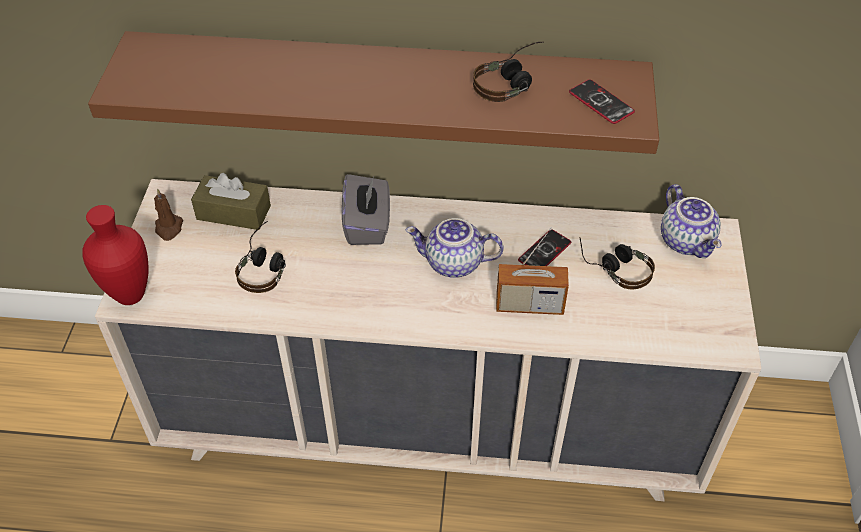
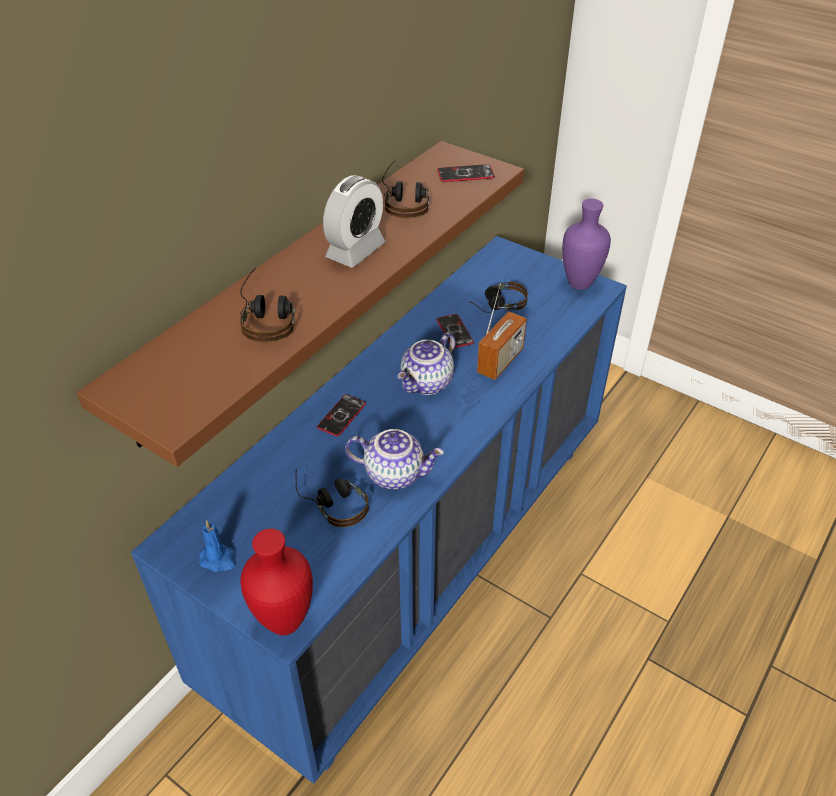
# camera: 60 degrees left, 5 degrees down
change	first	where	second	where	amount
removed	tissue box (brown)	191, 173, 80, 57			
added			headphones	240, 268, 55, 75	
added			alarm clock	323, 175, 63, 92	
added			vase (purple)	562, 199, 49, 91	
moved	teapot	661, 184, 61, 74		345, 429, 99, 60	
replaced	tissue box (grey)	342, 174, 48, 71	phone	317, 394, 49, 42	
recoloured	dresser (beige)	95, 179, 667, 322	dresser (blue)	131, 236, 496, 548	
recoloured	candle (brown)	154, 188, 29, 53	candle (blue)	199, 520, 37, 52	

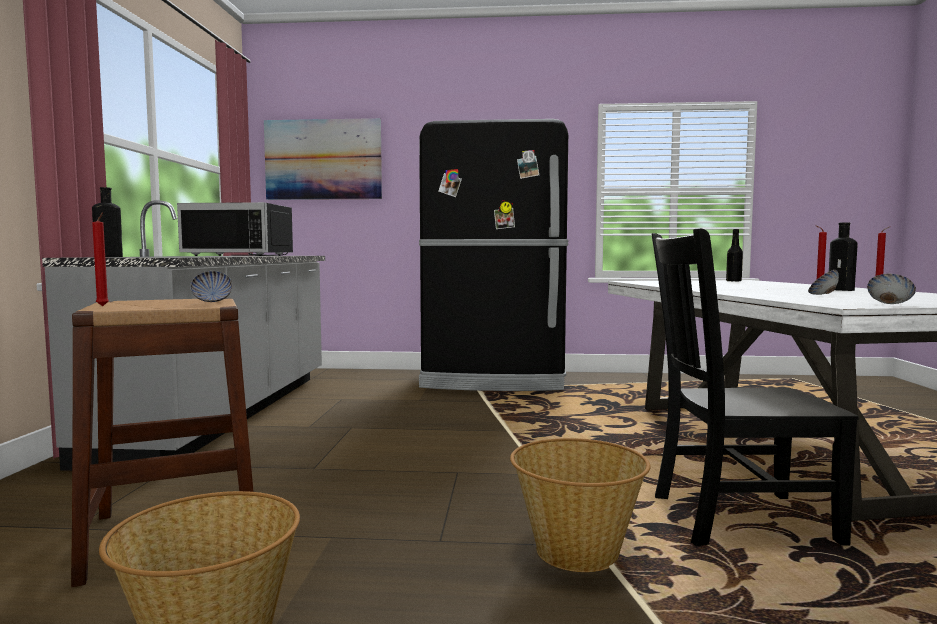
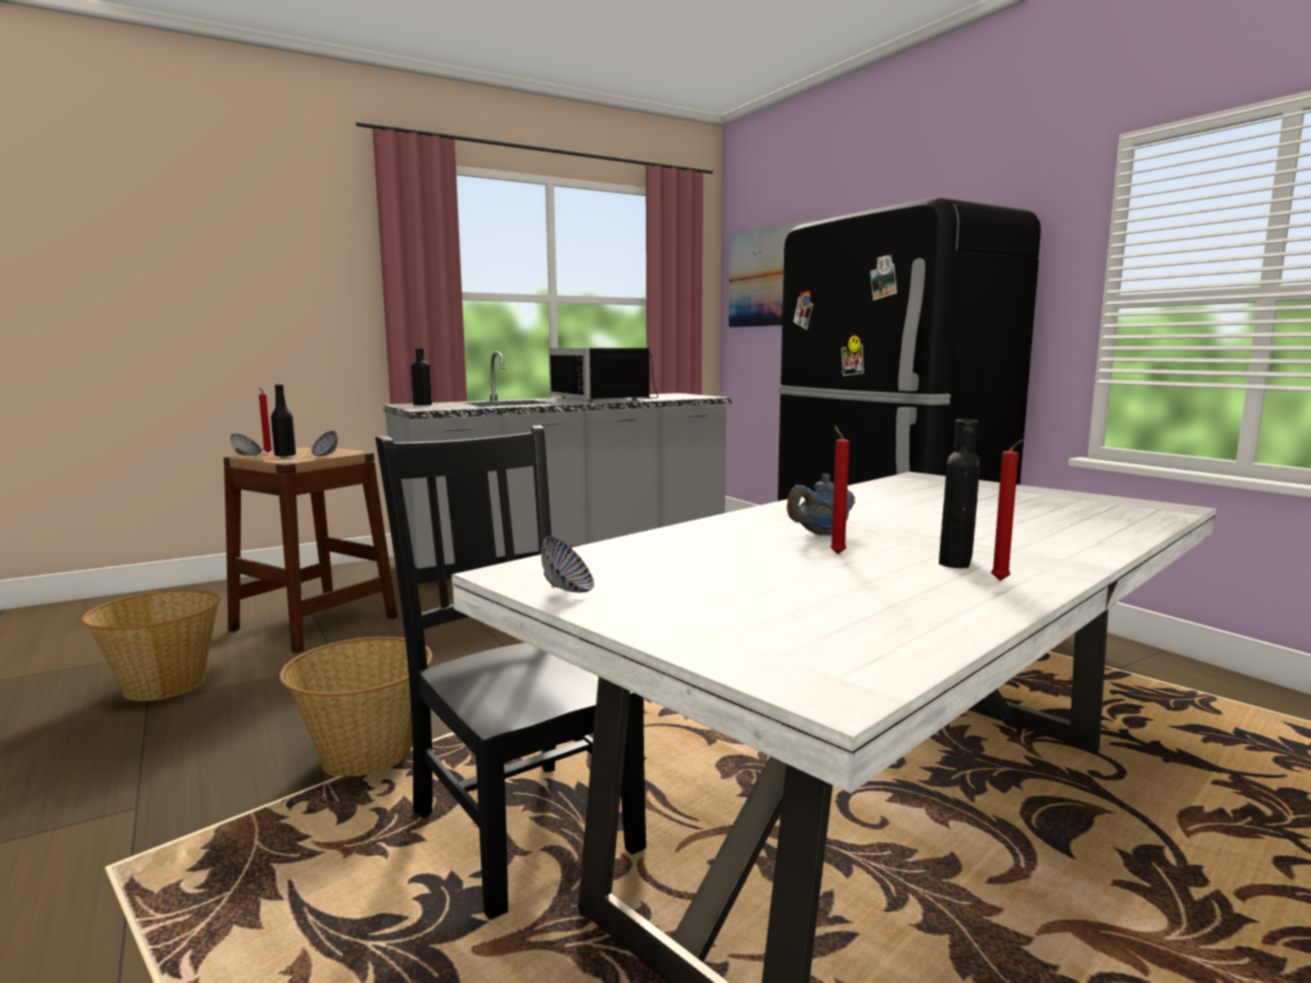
# camera: 55 degrees right, 5 degrees up
change	first	where	second	where	amount
added			teapot (blue)	787, 474, 68, 62	
moved	bottle (black)	726, 229, 17, 53		271, 384, 25, 72	
moved	bowl	808, 270, 31, 25		230, 433, 32, 23	

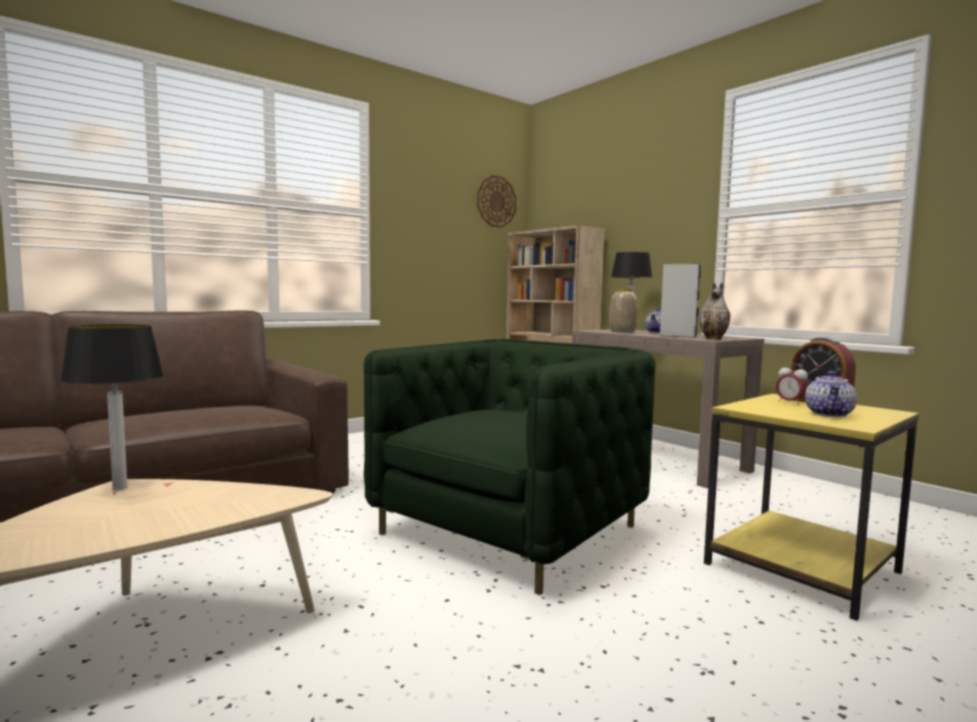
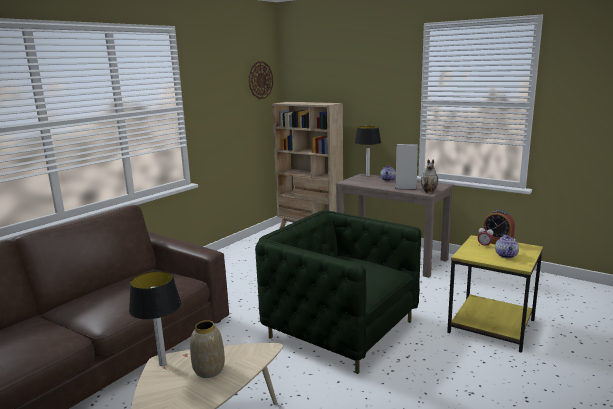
# camera: 15 degrees left, 10 degrees up
change	first	where	second	where	amount
moved	vase	609, 288, 29, 45		190, 320, 35, 58	
turned	armchair (green)	364, 339, 291, 256		255, 211, 166, 163	75 degrees counterclockwise

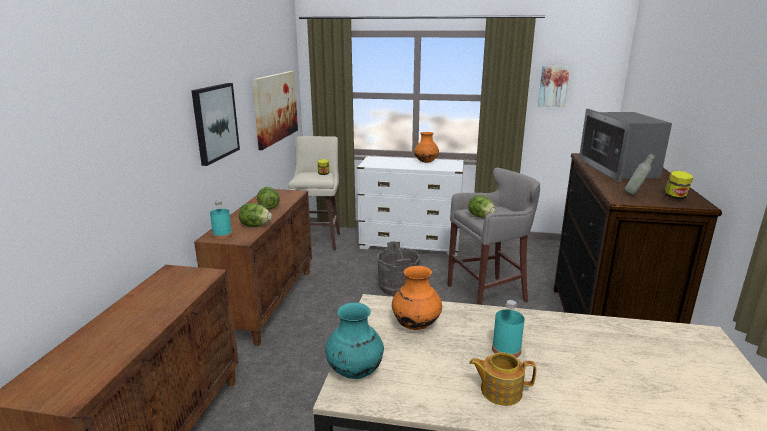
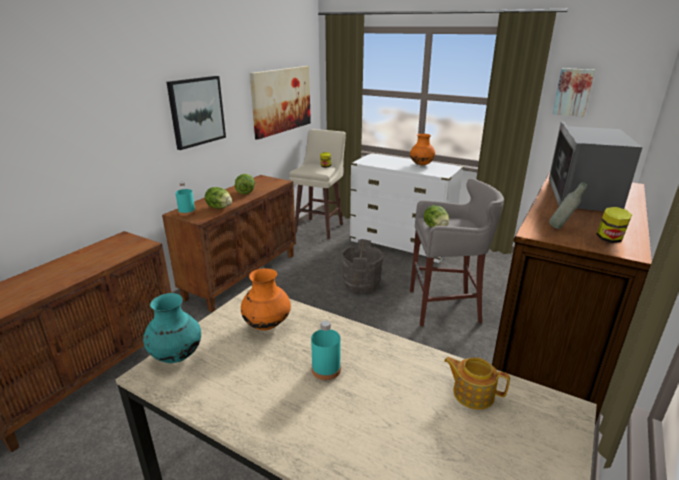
# camera: 20 degrees right, 5 degrees up
change	first	where	second	where	amount
moved	teapot	469, 352, 67, 54		444, 357, 66, 53	

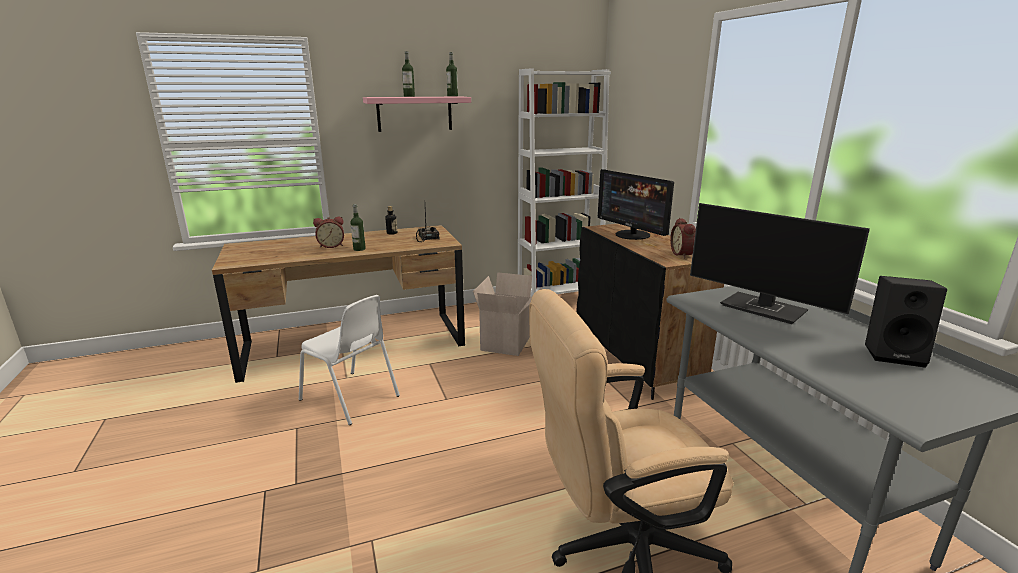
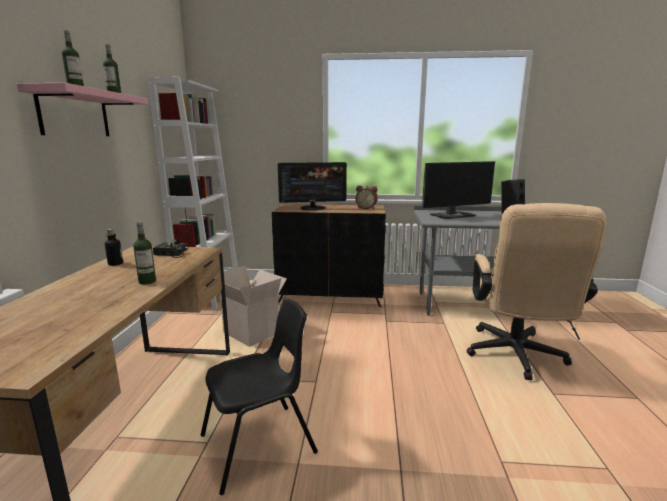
# camera: 65 degrees left, 5 degrees down
change	first	where	second	where	amount
removed	alarm clock	313, 217, 31, 31			
recoloured	chair (white)	299, 295, 101, 130	chair (black)	201, 298, 117, 197	

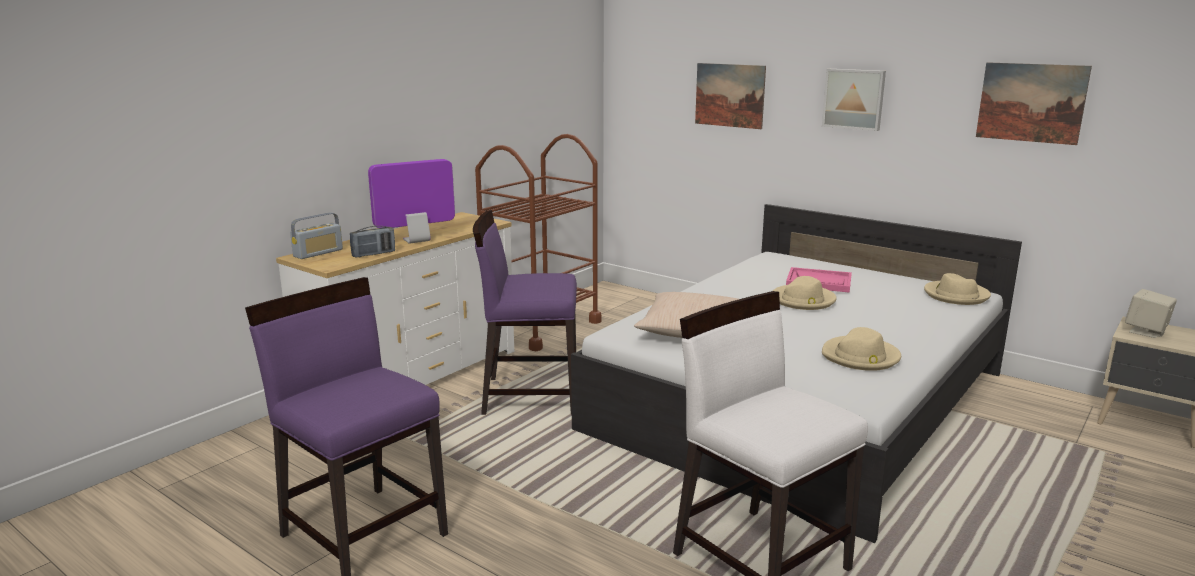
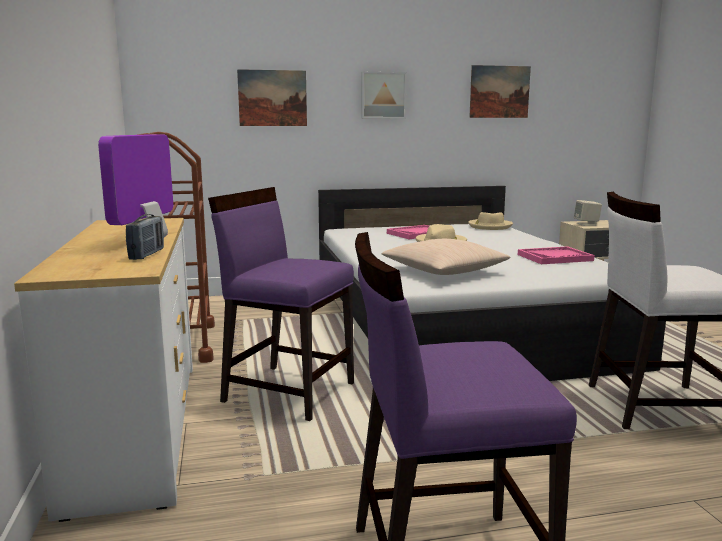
# camera: 50 degrees left, 5 degrees down
change	first	where	second	where	amount
removed	radio	290, 212, 53, 47			
replaced	hat (beige)	822, 327, 79, 44	tray (pink)	518, 246, 77, 18	
turned	chair (purple)	473, 210, 104, 205		208, 187, 146, 234	75 degrees clockwise

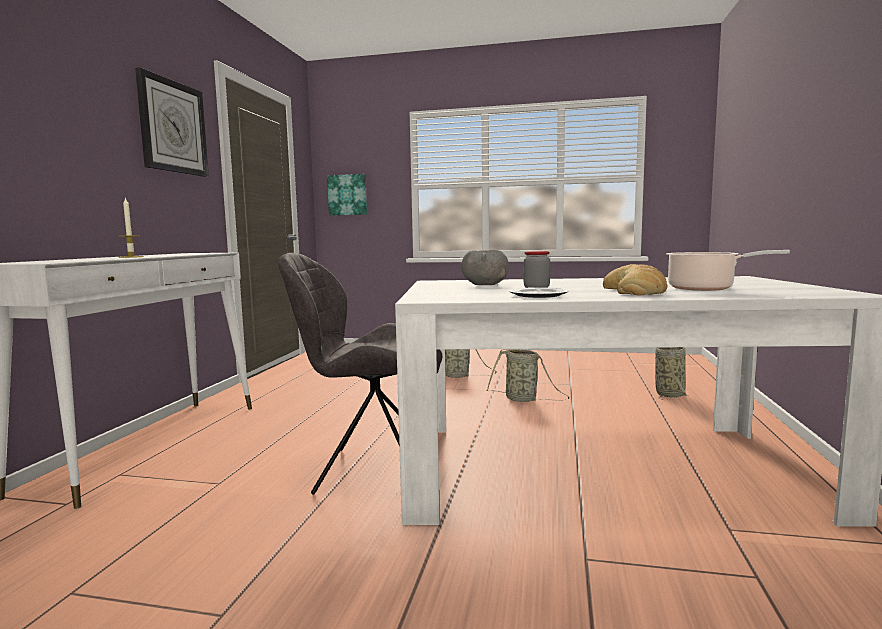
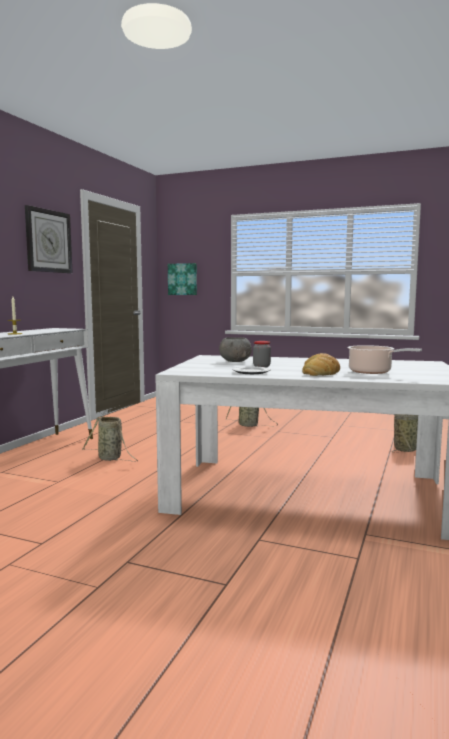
# camera: 10 degrees right, 0 degrees up
change	first	where	second	where	amount
removed	chair (grey)	278, 253, 164, 242			
moved	basket	487, 349, 83, 53		82, 416, 56, 46	

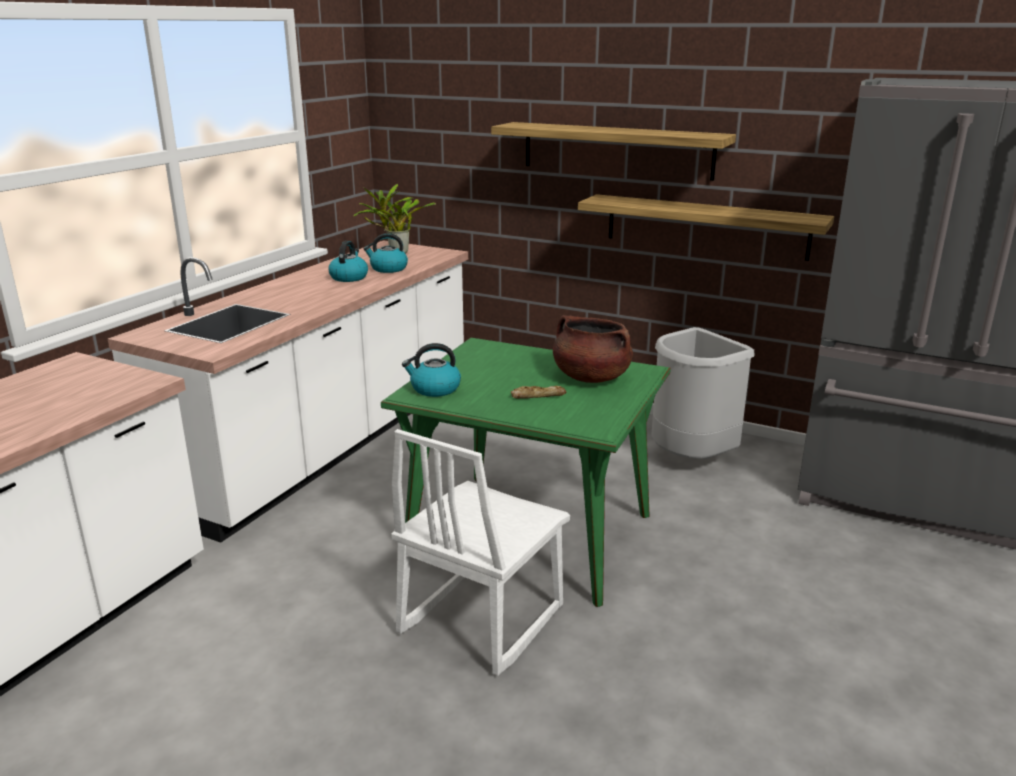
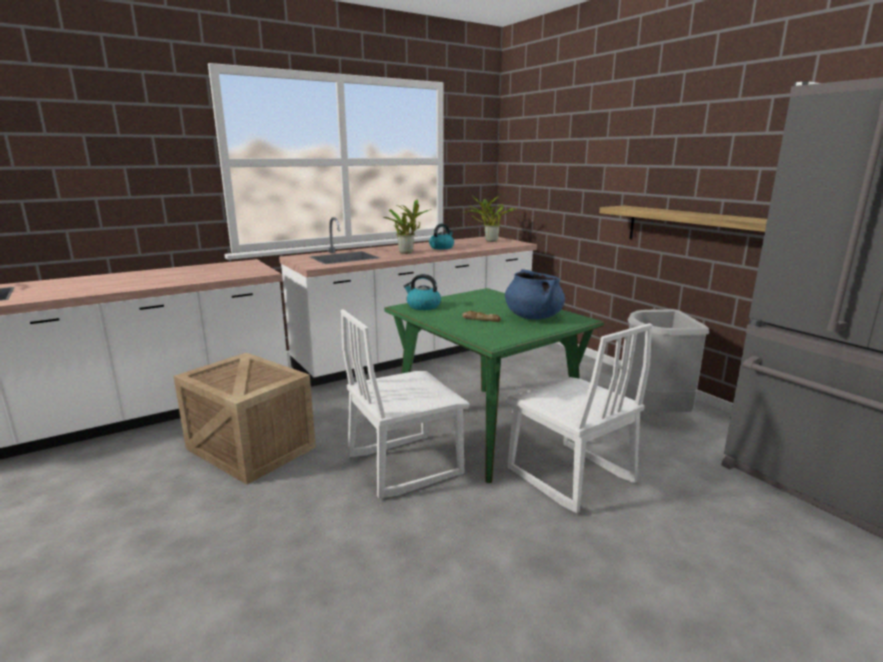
# camera: 30 degrees right, 5 degrees down
change	first	where	second	where	amount
removed	kettle	363, 233, 45, 40			
removed	shelf	491, 122, 245, 59			
added			crate	174, 353, 142, 131	
added			potted plant	383, 200, 48, 54	
added			chair (white)	507, 323, 145, 190	
recoloured	cooking pot (brown)	553, 315, 80, 68	cooking pot (blue)	505, 269, 60, 50	

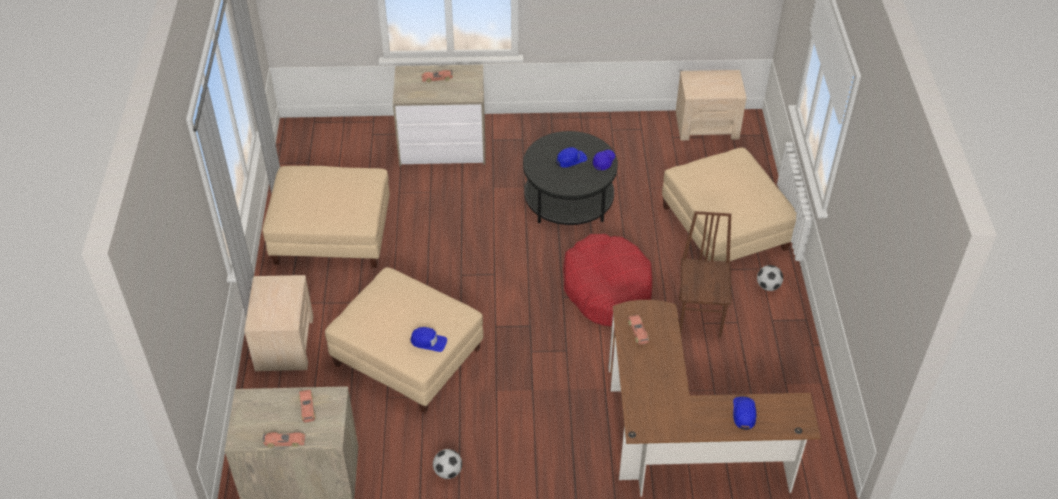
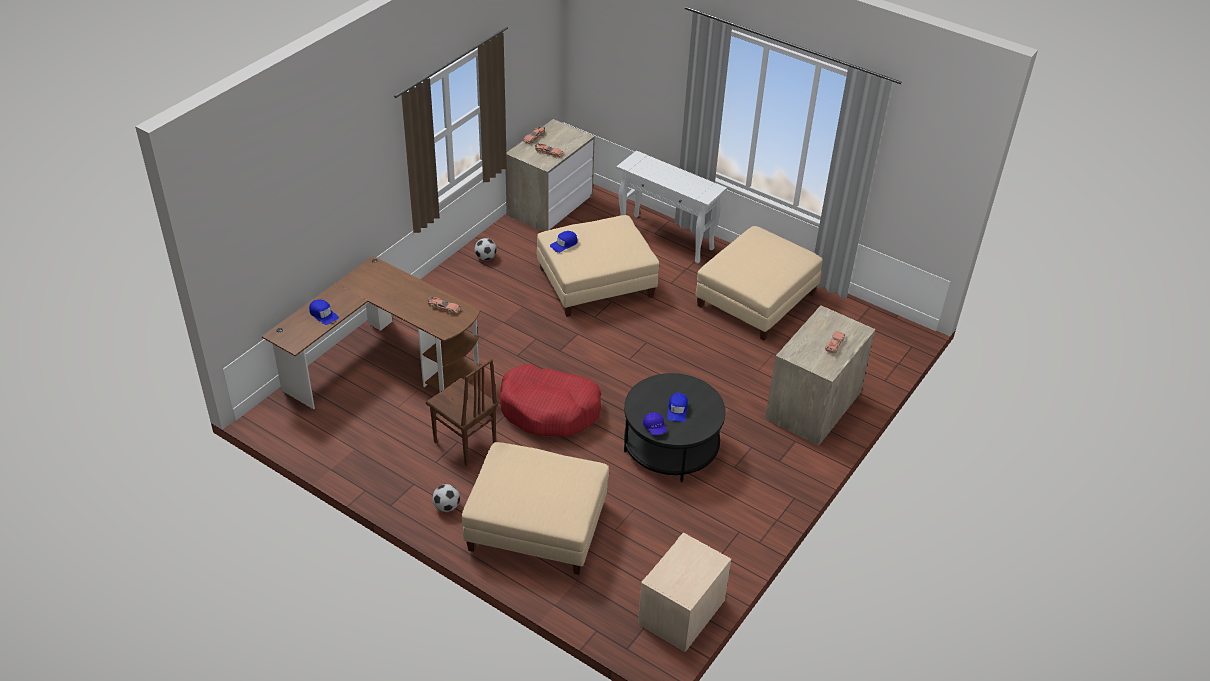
# camera: 125 degrees right, 5 degrees down
change	first	where	second	where	amount
replaced	nightstand (beige)	244, 275, 70, 96	console table (white)	616, 150, 111, 114	

